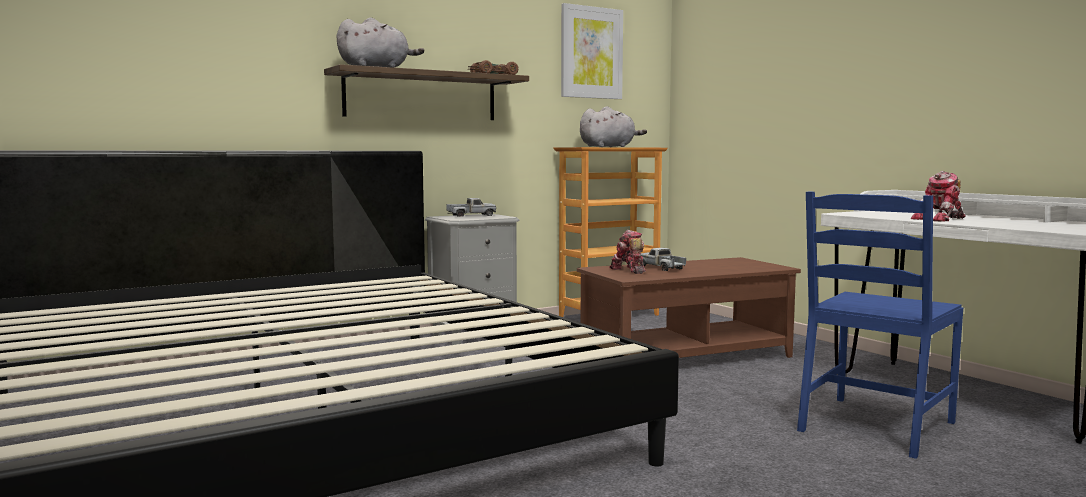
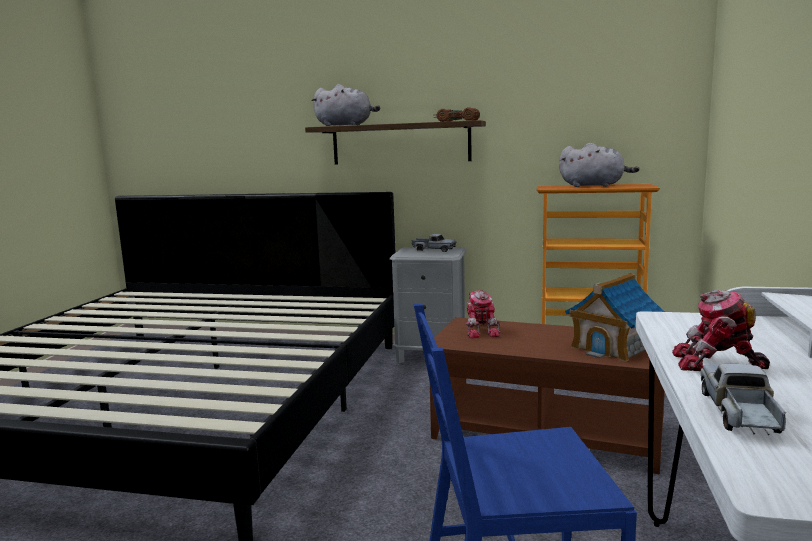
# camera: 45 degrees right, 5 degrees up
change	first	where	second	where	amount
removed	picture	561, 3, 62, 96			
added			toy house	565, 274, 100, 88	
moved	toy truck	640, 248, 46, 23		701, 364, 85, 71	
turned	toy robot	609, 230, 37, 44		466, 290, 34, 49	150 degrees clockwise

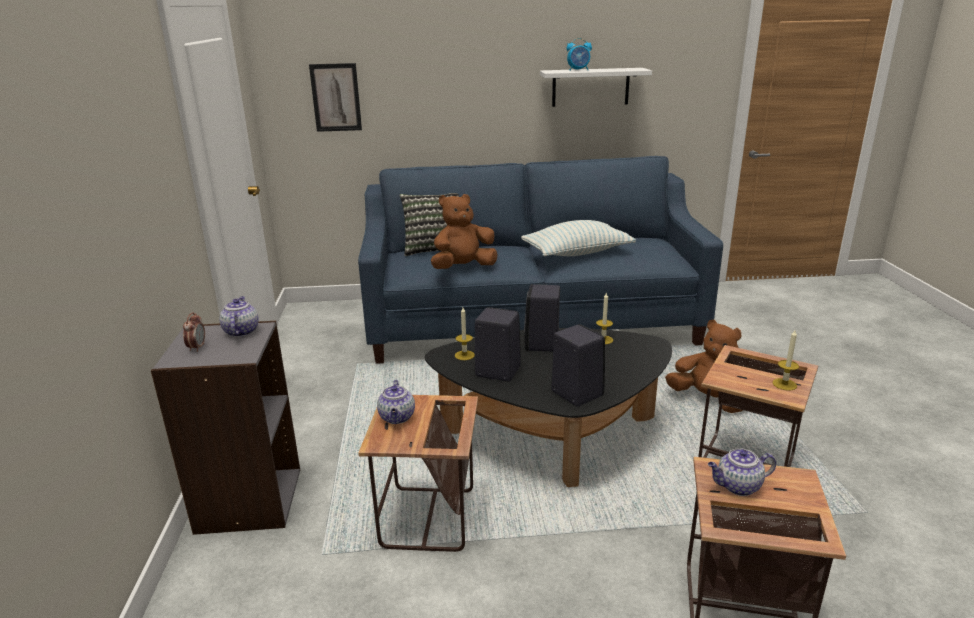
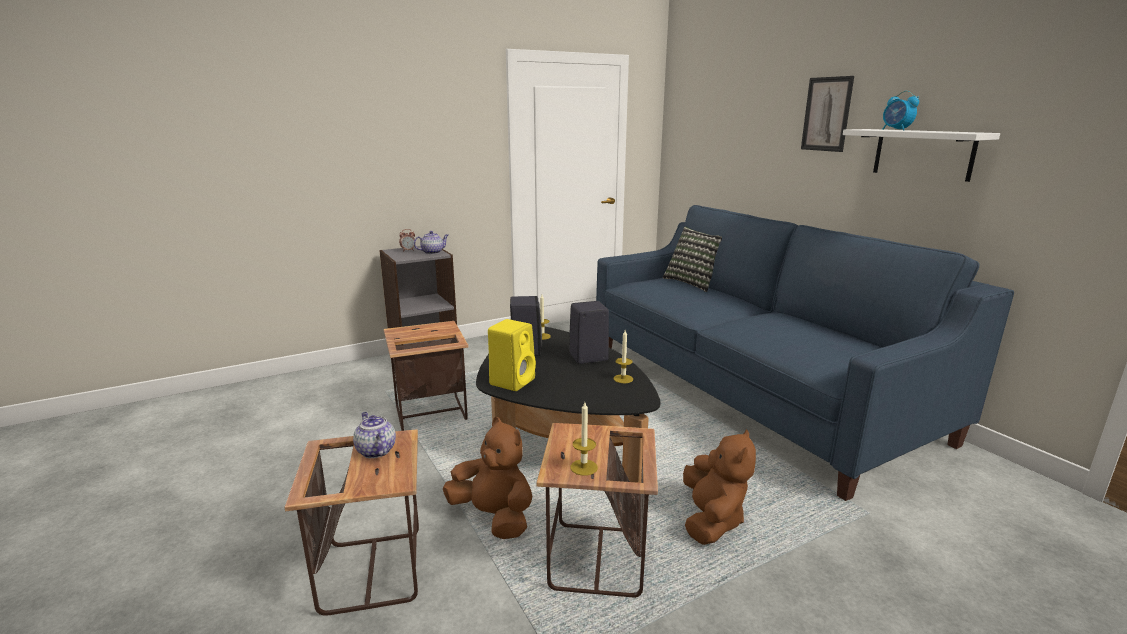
# camera: 65 degrees right, 5 degrees down
change	first	where	second	where	amount
removed	teapot	377, 380, 38, 44			
removed	pillow	521, 220, 115, 36			
moved	picture	309, 63, 53, 69		801, 76, 53, 76	
moved	plush toy (brown)	431, 194, 67, 75		443, 417, 89, 122	
recoloured	speaker (black)	551, 324, 55, 83	speaker (yellow)	488, 319, 48, 72	

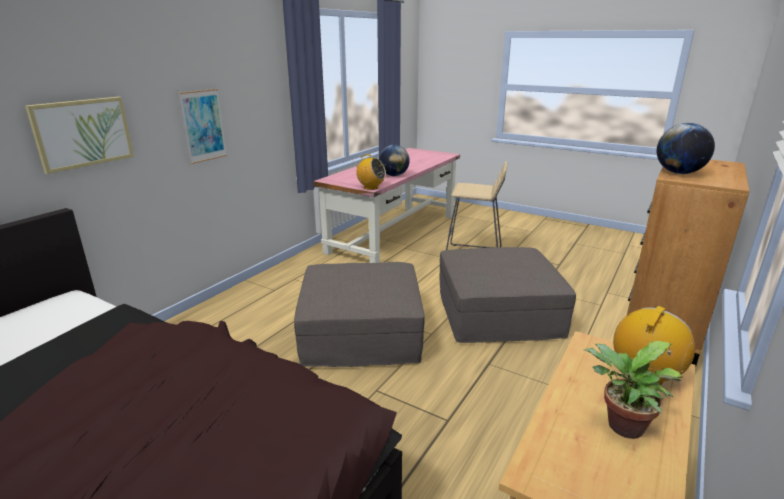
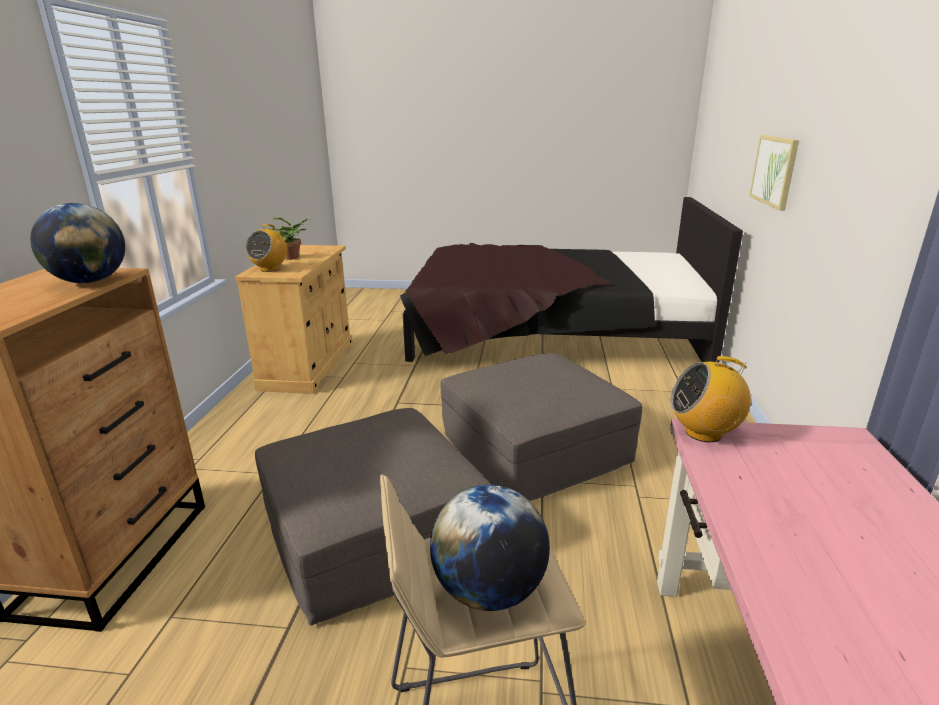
# camera: 155 degrees right, 0 degrees up
change	first	where	second	where	amount
removed	picture	179, 89, 48, 75			
moved	globe	379, 145, 31, 31		430, 484, 120, 127	

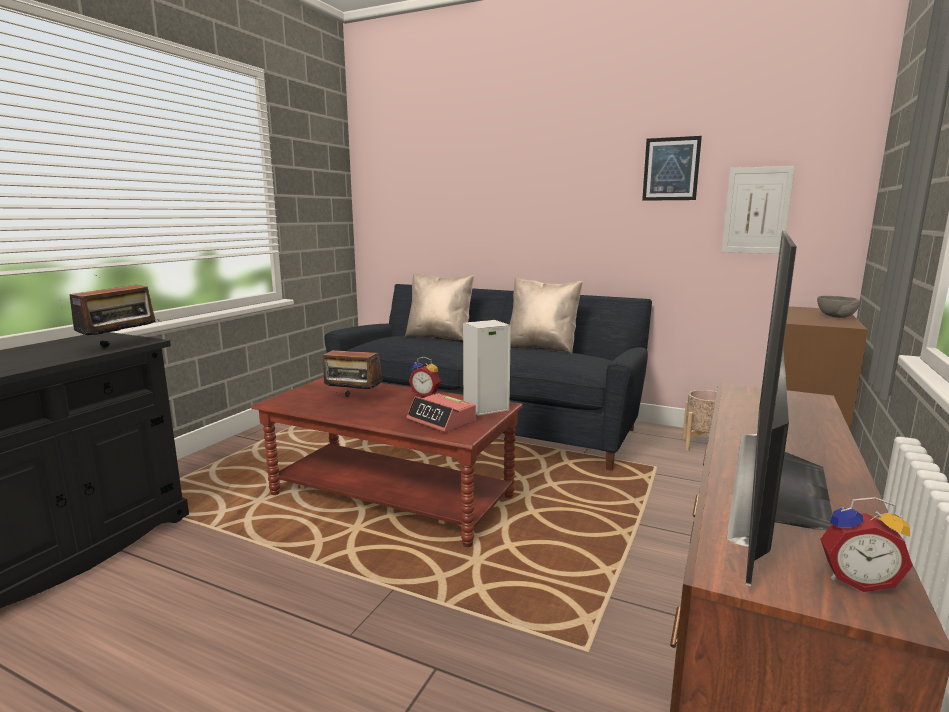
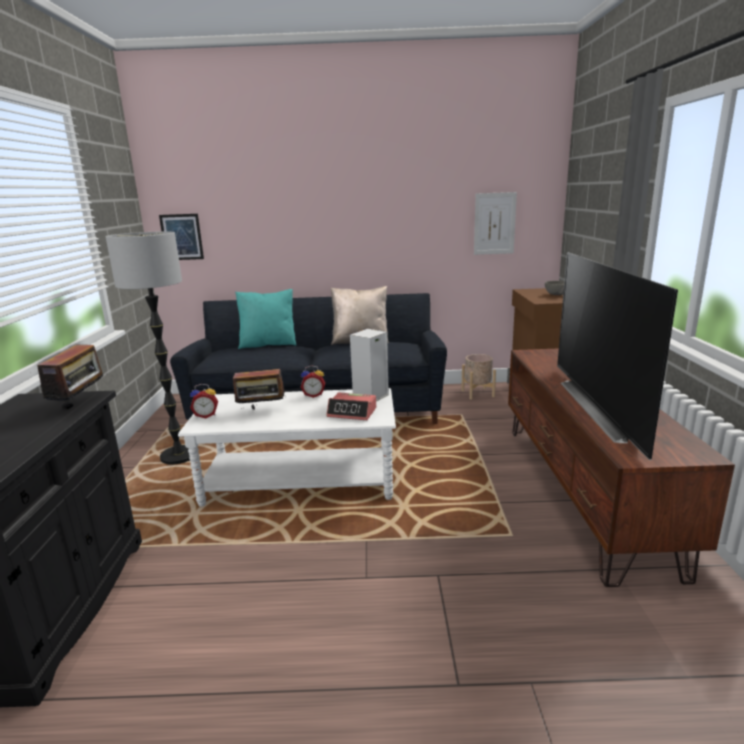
# camera: 25 degrees left, 5 degrees up
change	first	where	second	where	amount
added			floor lamp	106, 231, 84, 234	
moved	picture	642, 136, 60, 65		159, 214, 45, 46	
moved	alarm clock	820, 497, 93, 95		190, 384, 28, 35	
recoloured	coffee table (brown)	251, 377, 272, 170	coffee table (white)	178, 388, 218, 118	
recoloured	pillow (beige)	405, 273, 69, 68	pillow (turquoise)	235, 289, 62, 60	

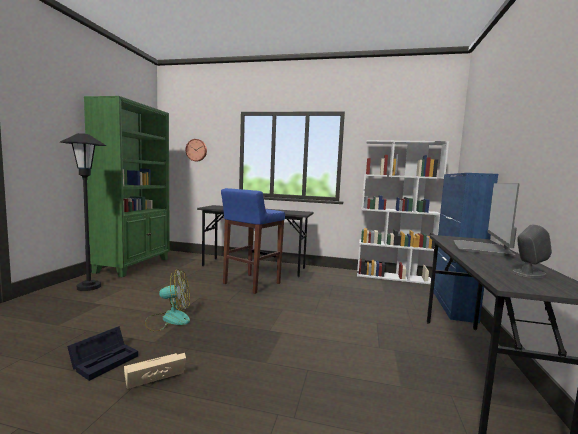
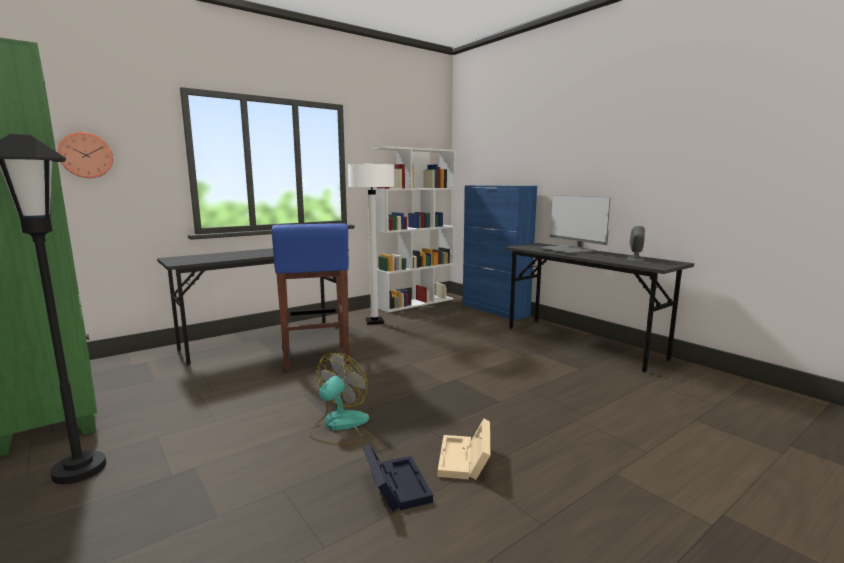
# camera: 50 degrees left, 5 degrees up
change	first	where	second	where	amount
added			floor lamp (white)	348, 164, 47, 160	

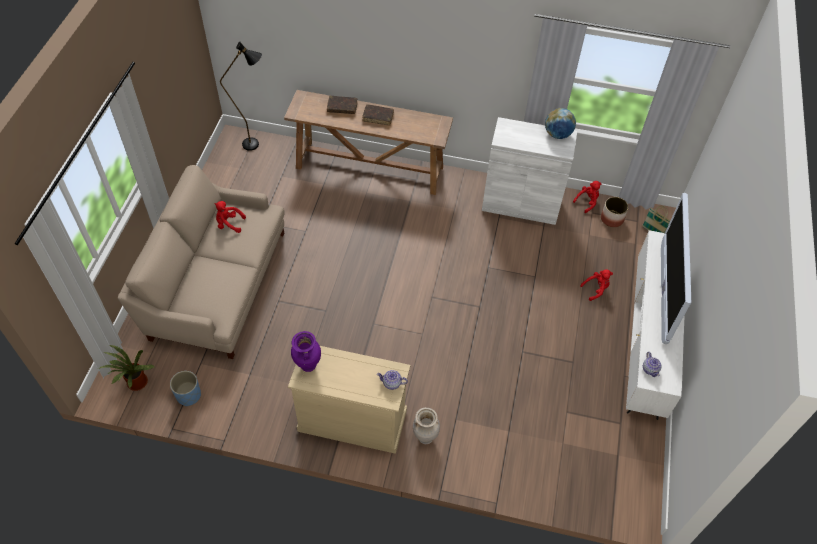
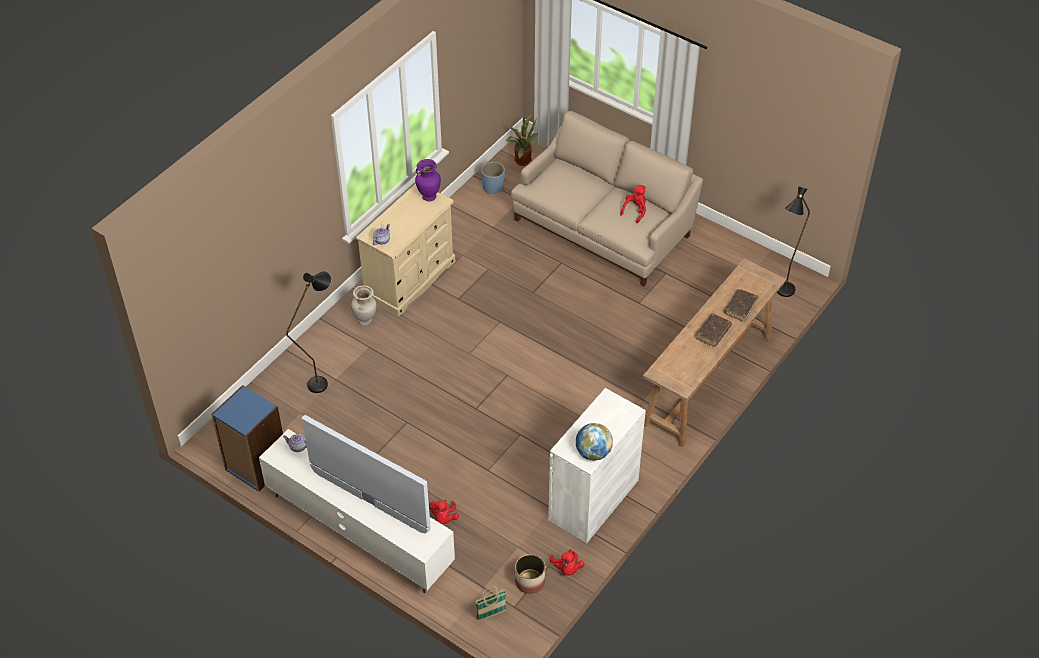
# camera: 115 degrees right, 5 degrees down
change	first	where	second	where	amount
added			bookcase (blue)	211, 385, 72, 107	
added			floor lamp (black)	286, 271, 45, 122	

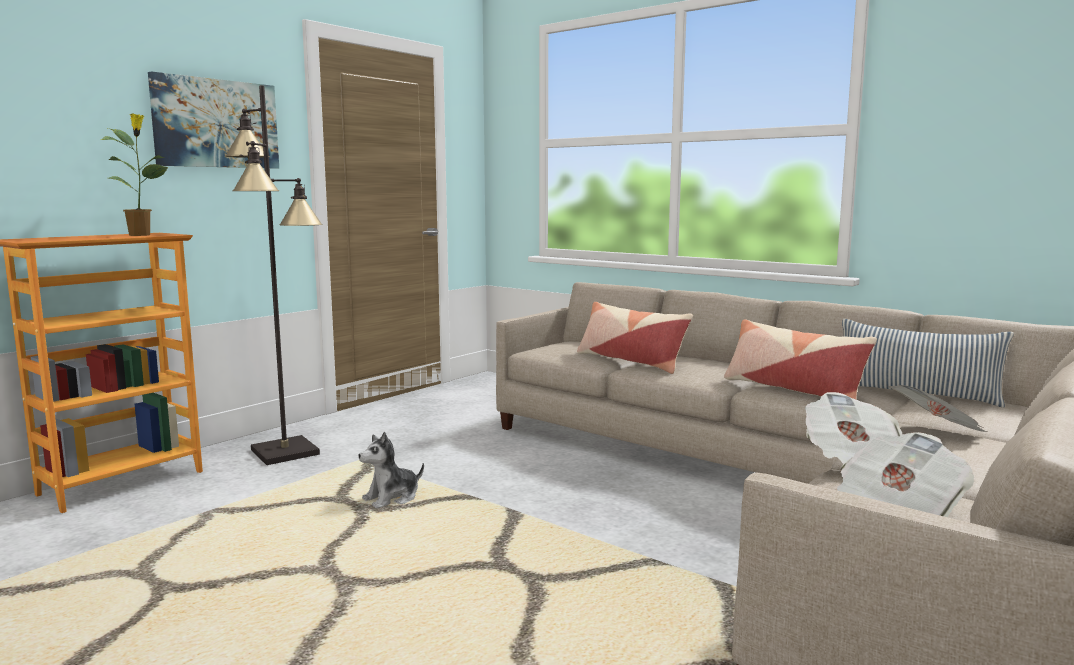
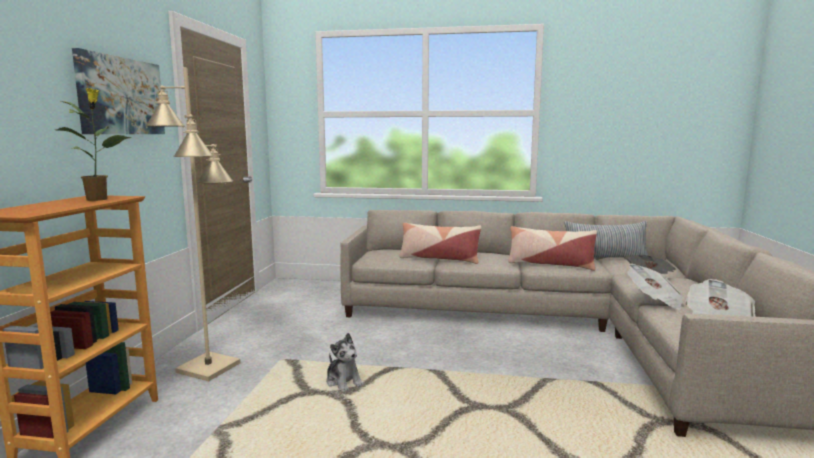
# camera: 30 degrees left, 0 degrees up
change	first	where	second	where	amount
recoloured	floor lamp (black)	225, 85, 98, 380	floor lamp (beige)	146, 67, 95, 315	
turned	plush toy	358, 432, 66, 76		326, 333, 38, 59	60 degrees counterclockwise

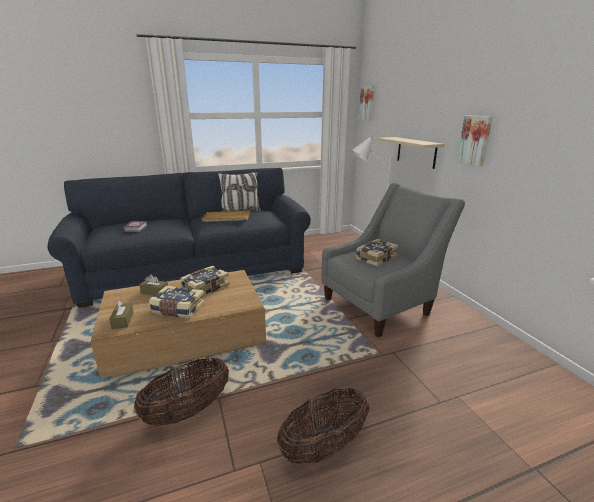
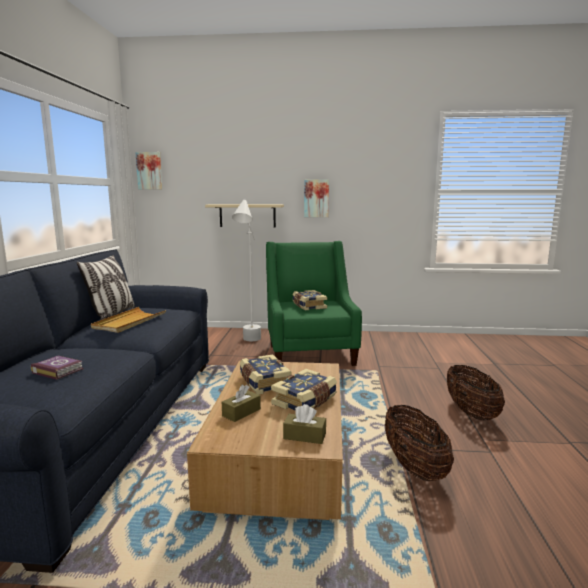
# camera: 65 degrees left, 10 degrees down
change	first	where	second	where	amount
recoloured	armchair (grey)	321, 183, 144, 154	armchair (green)	266, 241, 96, 125	

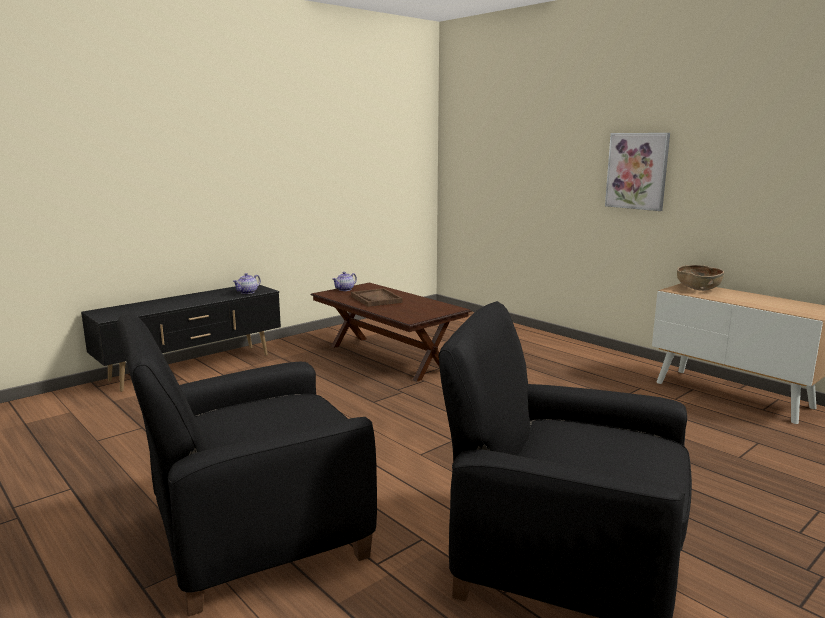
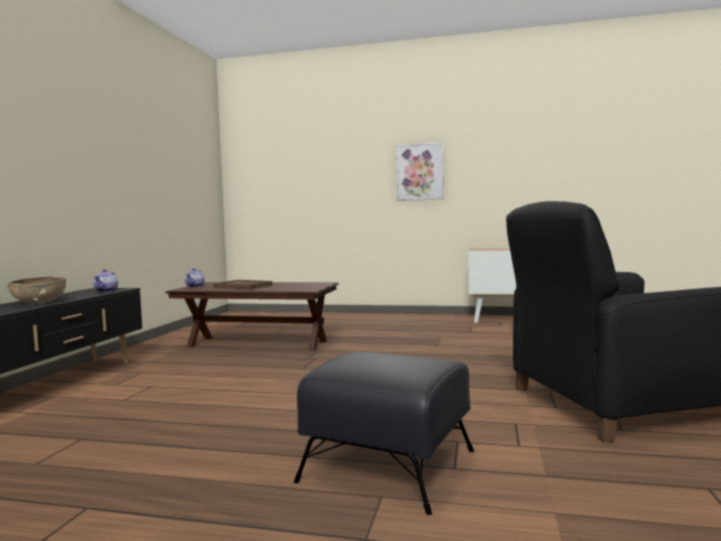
# camera: 35 degrees left, 10 degrees down
change	first	where	second	where	amount
moved	bowl (brown)	677, 265, 47, 26		8, 276, 58, 28	
replaced	armchair (black)	117, 311, 260, 305	ottoman (black)	294, 352, 180, 163	

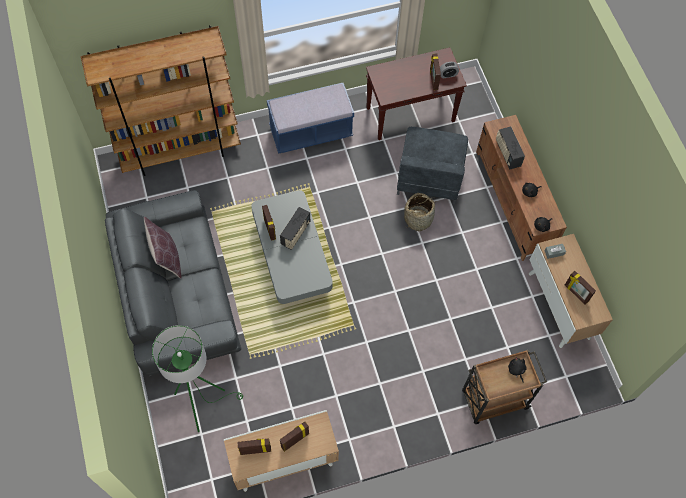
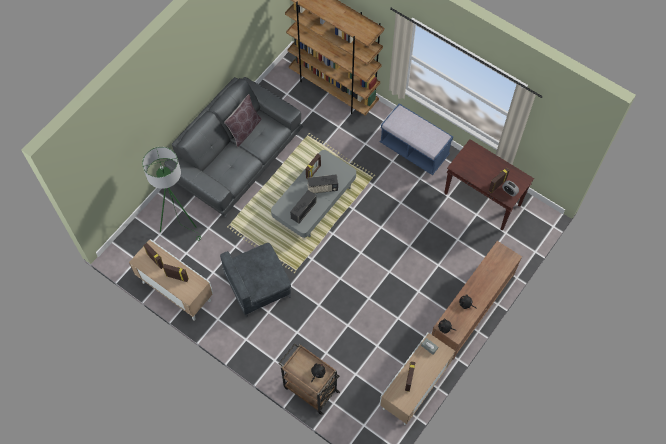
# camera: 55 degrees right, 0 degrees up
change	first	where	second	where	amount
removed	basket	404, 193, 31, 38			
moved	armchair (grey)	397, 127, 71, 77		220, 243, 71, 74	
moved	radio	496, 126, 29, 43		290, 190, 27, 34	

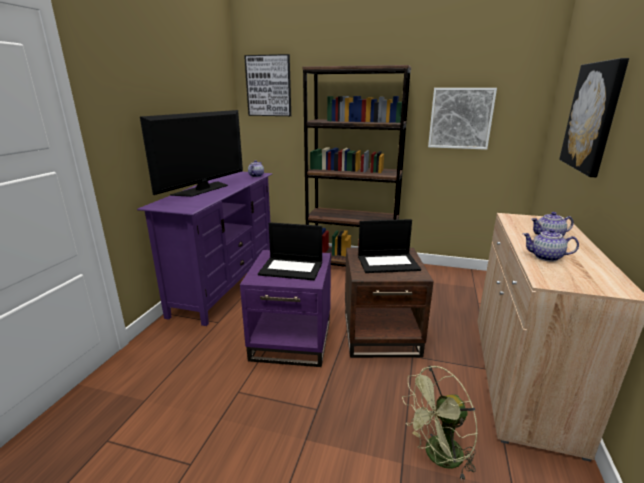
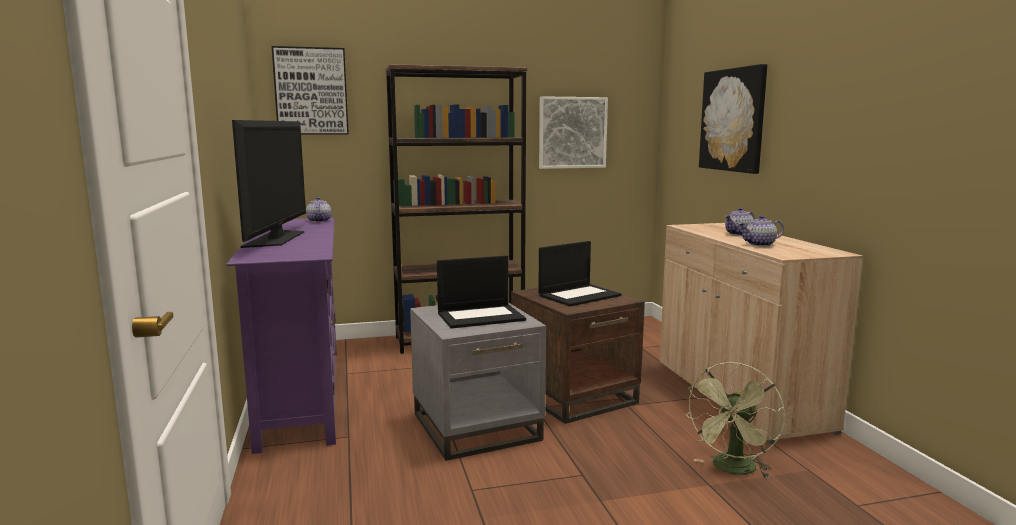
# camera: 30 degrees left, 10 degrees down
change	first	where	second	where	amount
recoloured	side table (purple)	240, 250, 91, 117	side table (grey)	410, 302, 136, 159	

